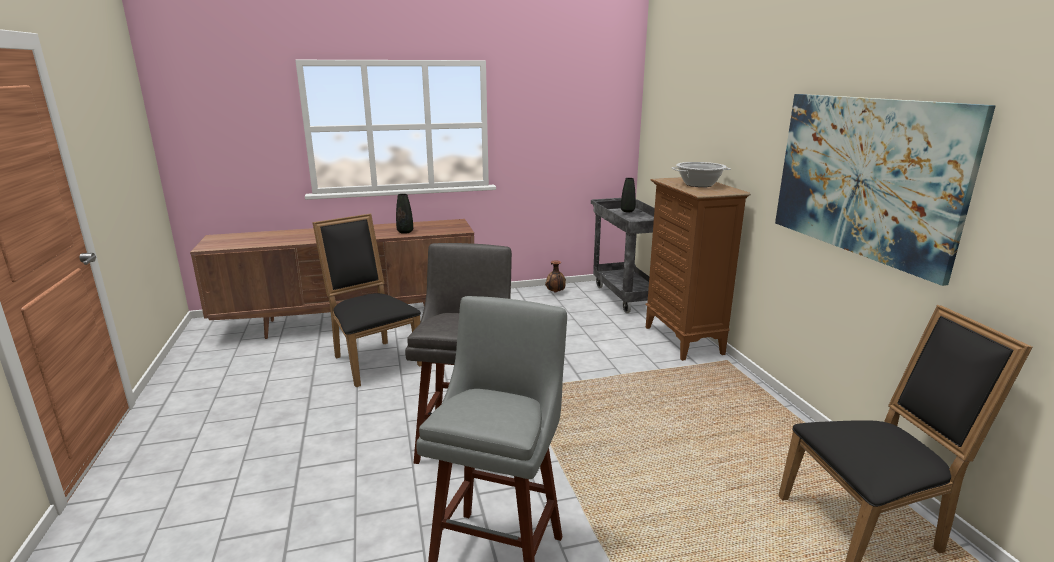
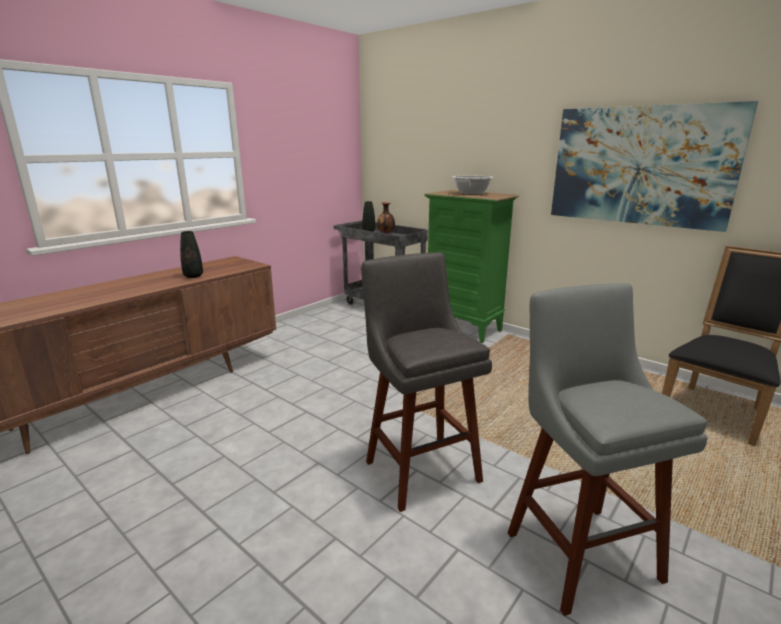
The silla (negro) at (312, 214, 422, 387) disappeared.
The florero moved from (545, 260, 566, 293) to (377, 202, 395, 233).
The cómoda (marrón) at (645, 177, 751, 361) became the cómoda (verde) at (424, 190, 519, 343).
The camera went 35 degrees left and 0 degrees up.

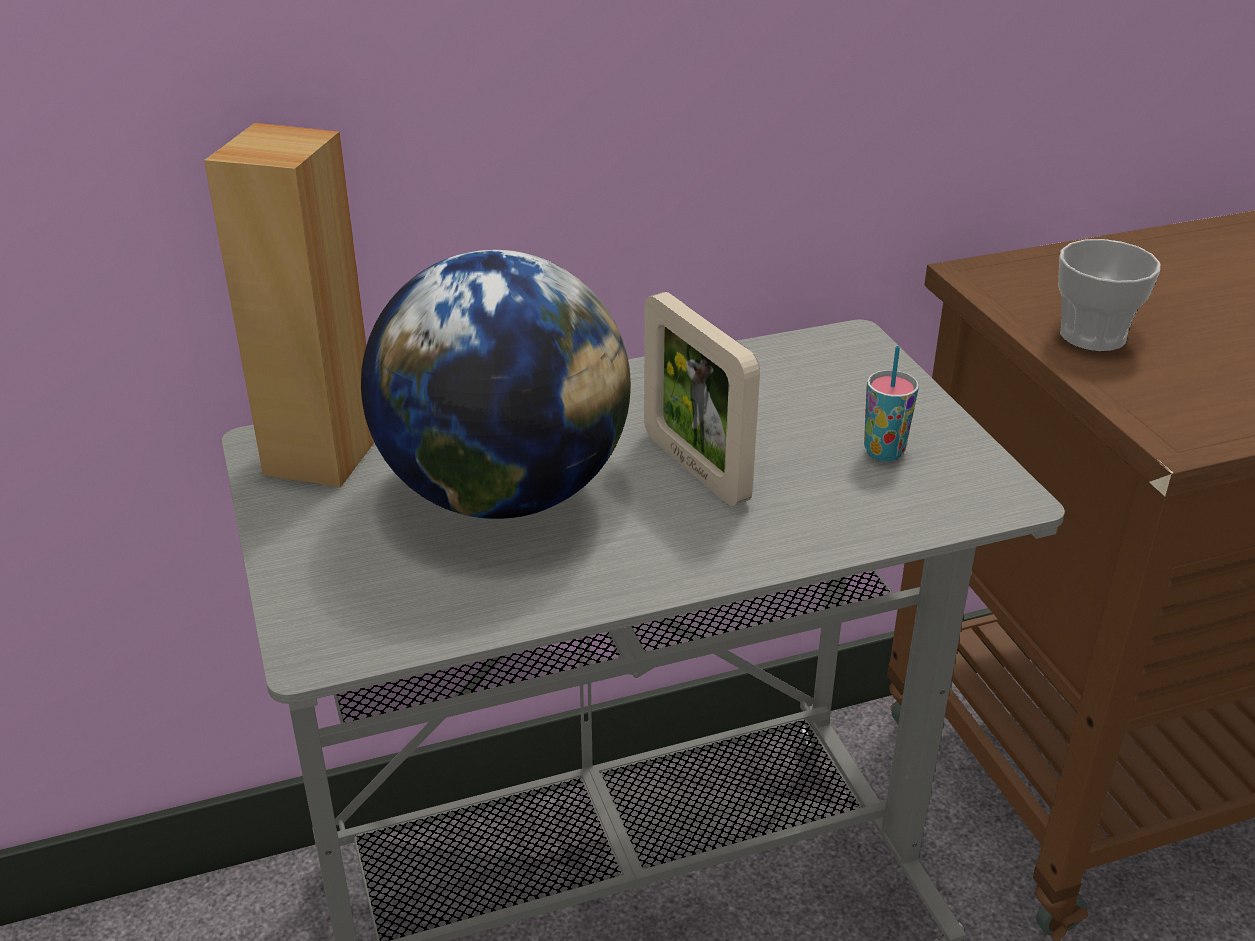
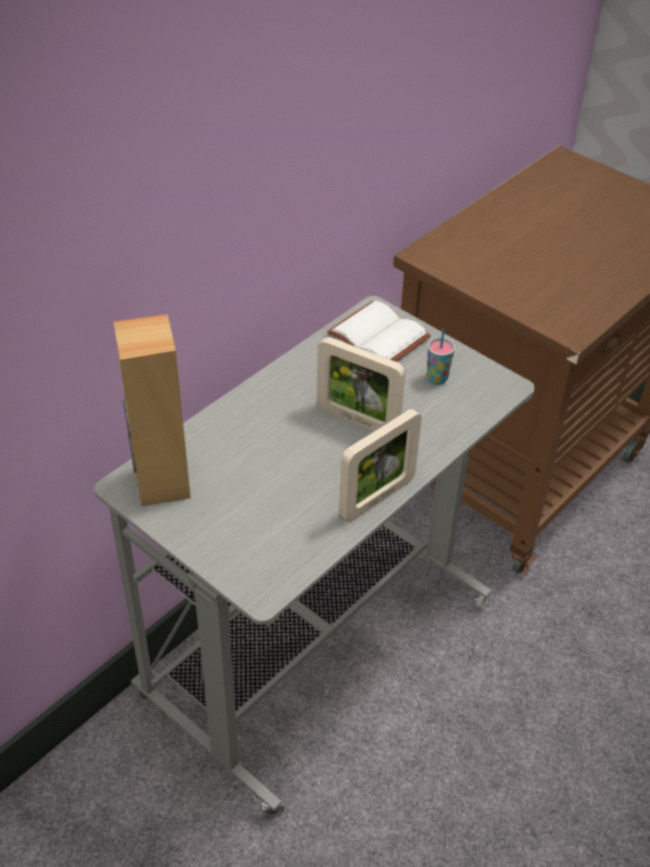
The globo terráqueo at (361, 250, 631, 519) disappeared.
The taza at (1058, 239, 1161, 351) disappeared.
The libro (blanco) at (327, 301, 431, 362) appeared.
The portarretratos at (339, 409, 422, 523) appeared.
The camera went 30 degrees left and 10 degrees up.

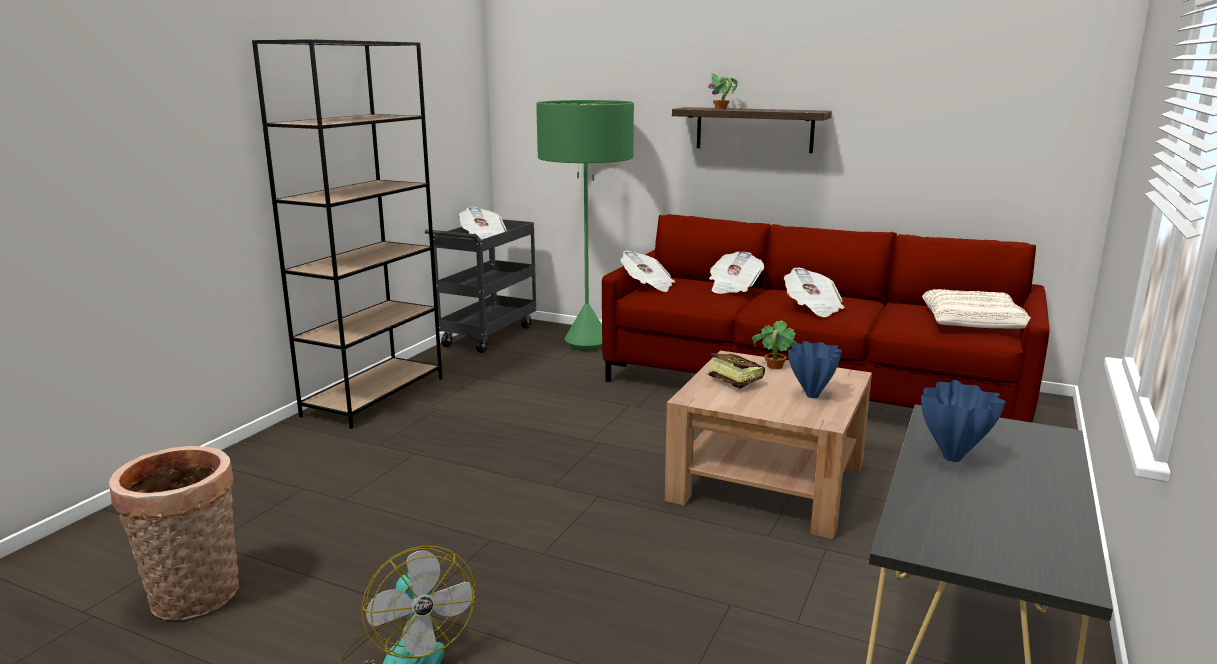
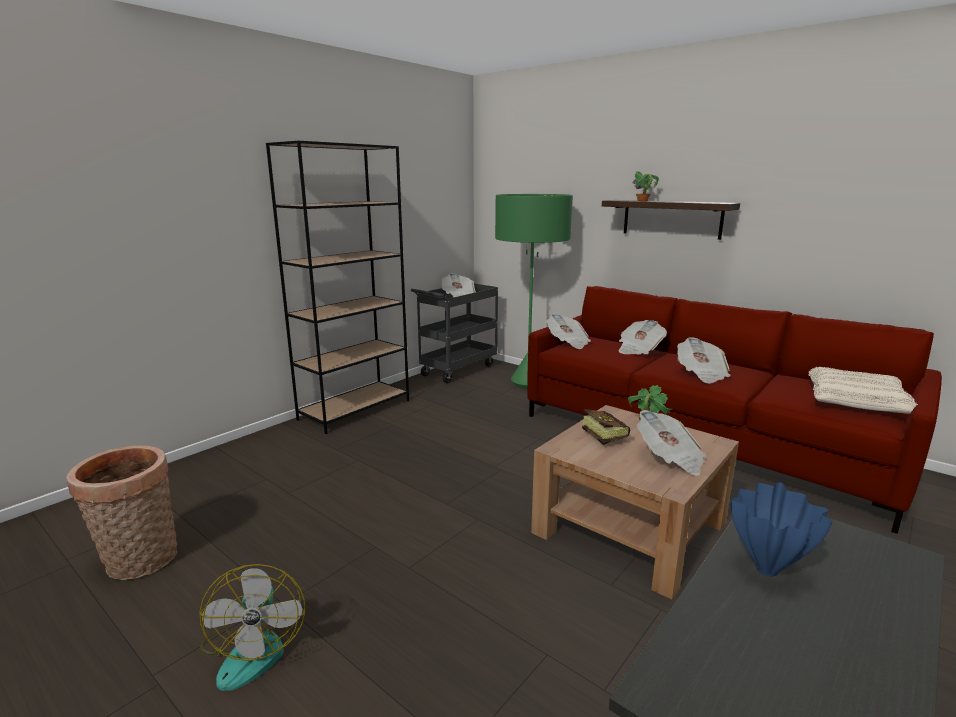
The florero (azul) at (788, 341, 842, 398) was replaced by the periódico at (637, 410, 706, 476).
The camera went 15 degrees right and 0 degrees up.

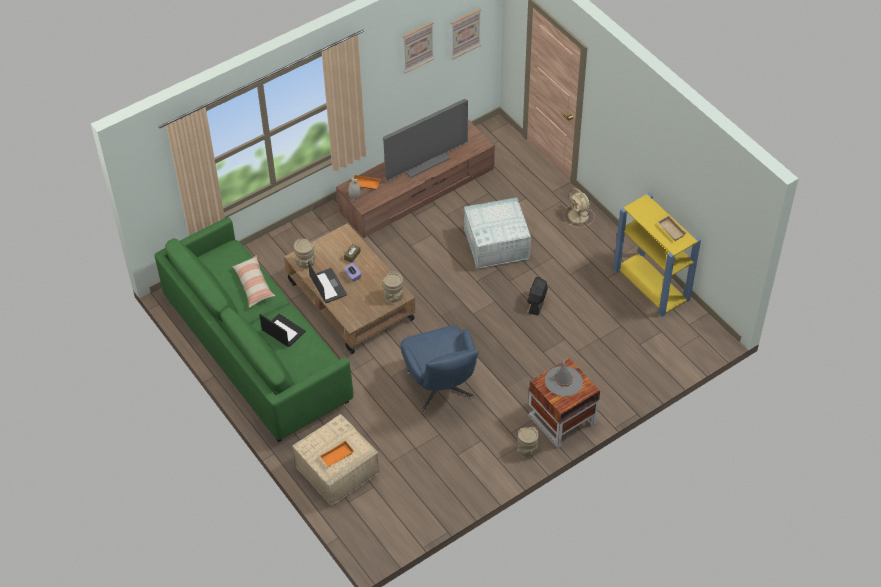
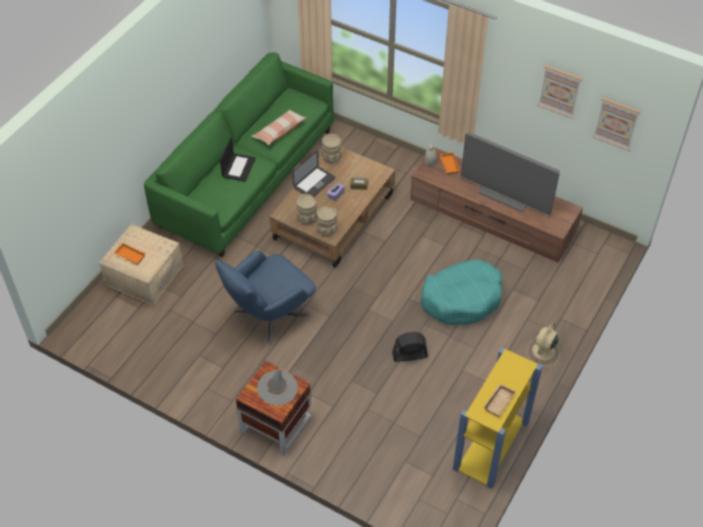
The florero (beis) moved from (517, 427, 539, 458) to (297, 194, 317, 224).
The puf (blanco) at (464, 198, 531, 269) was replaced by the cama para perro (turquesa) at (420, 260, 502, 325).
The camera went 65 degrees right and 0 degrees up.

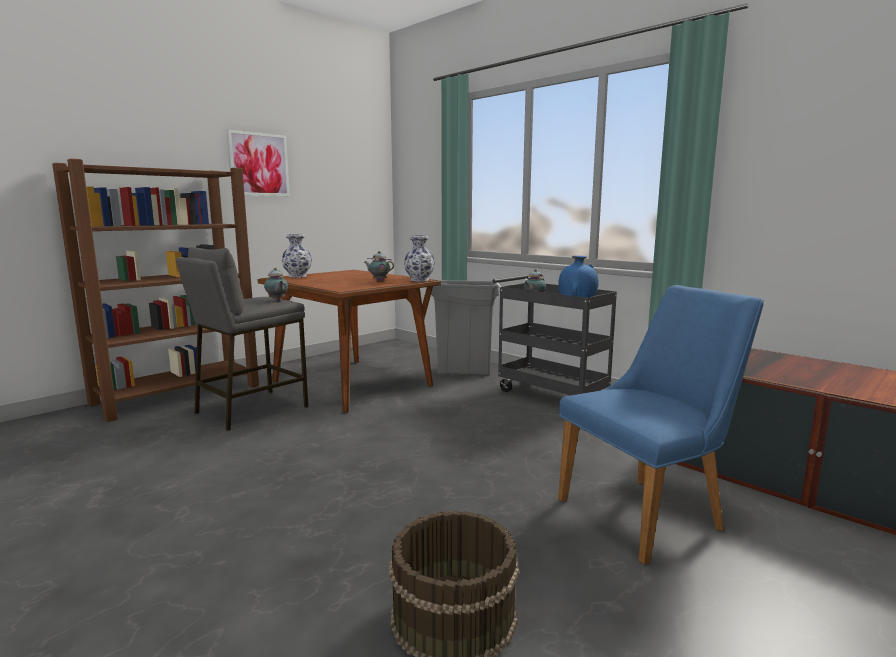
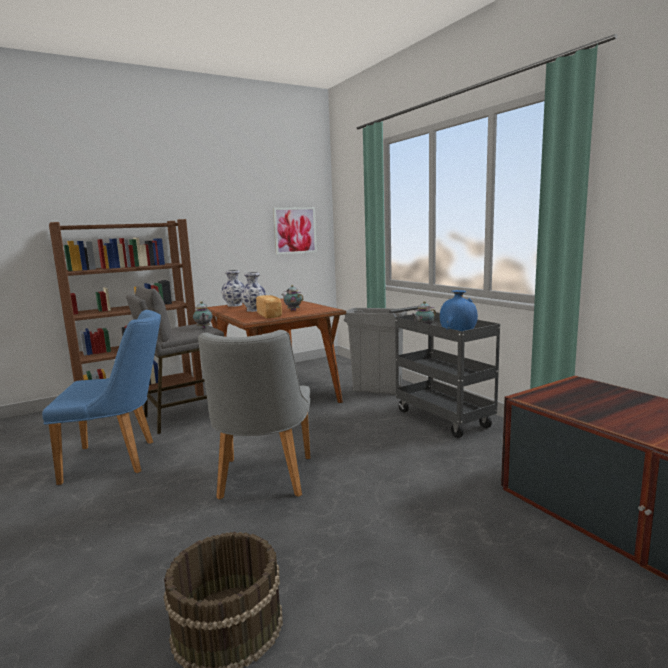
The silla (gris) at (198, 330, 311, 500) appeared.
The pan at (256, 295, 282, 318) appeared.
The cuadro moved from (227, 130, 290, 196) to (273, 207, 317, 255).
The florero moved from (404, 235, 435, 282) to (241, 272, 266, 312).
The silla (azul) moved from (558, 285, 764, 565) to (42, 310, 161, 485).
The camera went 15 degrees right and 0 degrees up.

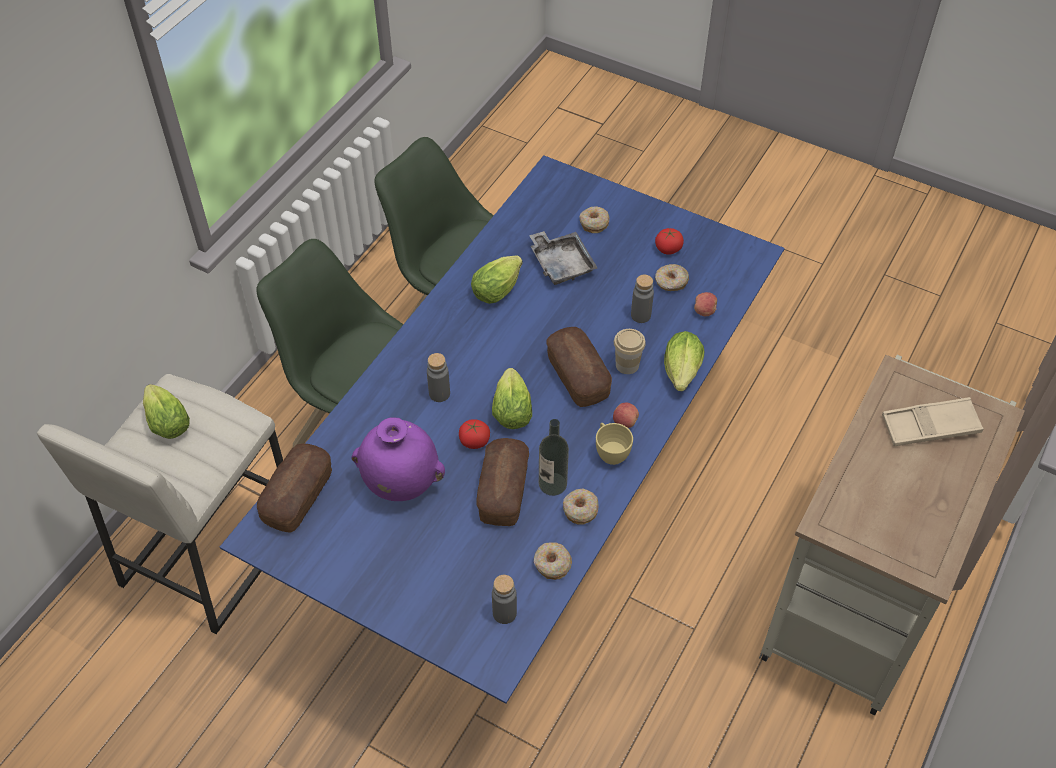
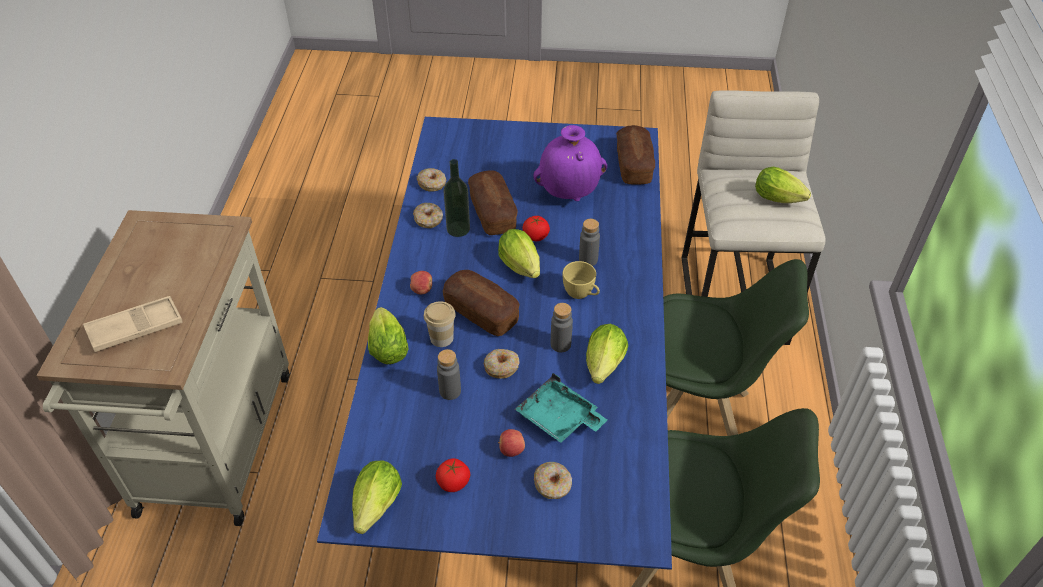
The lechuga at (352, 460, 402, 534) appeared.
The botella (gris) moved from (492, 575, 517, 624) to (551, 303, 573, 352).
The taza (amarillo) moved from (596, 423, 633, 465) to (563, 261, 600, 299).
The rosquilla moved from (655, 264, 689, 291) to (484, 349, 519, 379).
The manzana moved from (694, 292, 717, 316) to (498, 429, 525, 457).
The bandeja (gris) at (529, 231, 597, 285) became the bandeja (turquesa) at (515, 373, 607, 443).
The camera went 155 degrees right and 5 degrees down.

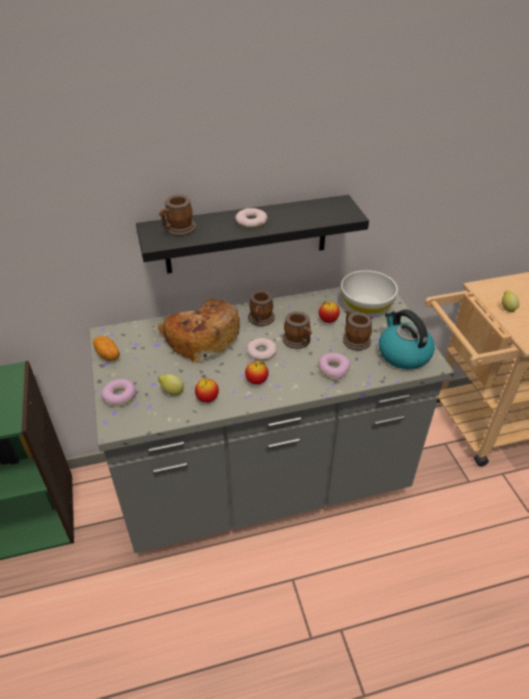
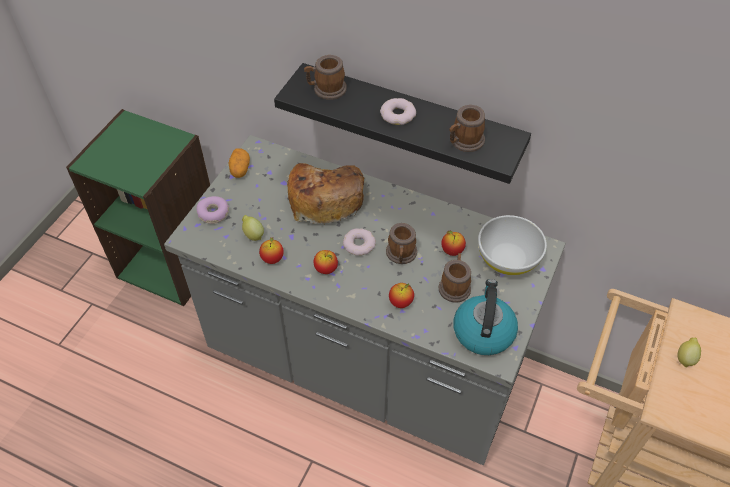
The taza grande moved from (248, 290, 275, 326) to (449, 105, 485, 152).
The rosquilla at (318, 353, 350, 380) was replaced by the manzana at (389, 283, 414, 308).
The camera went 40 degrees right and 10 degrees up.

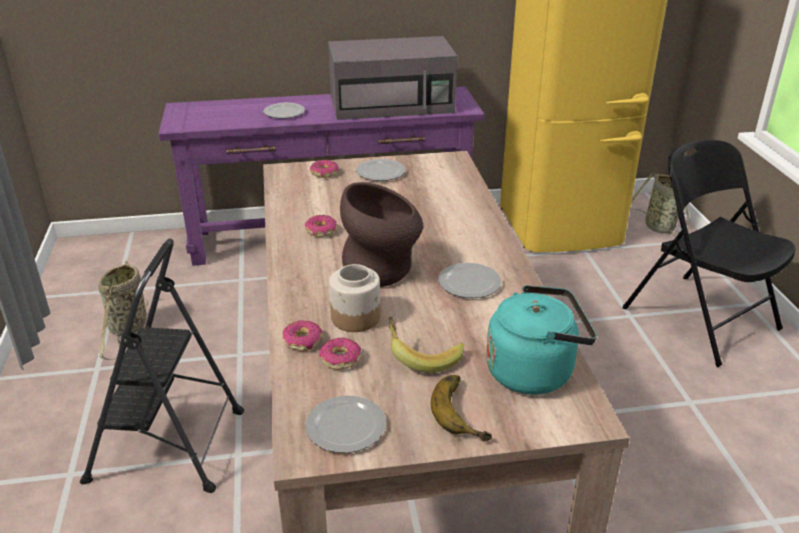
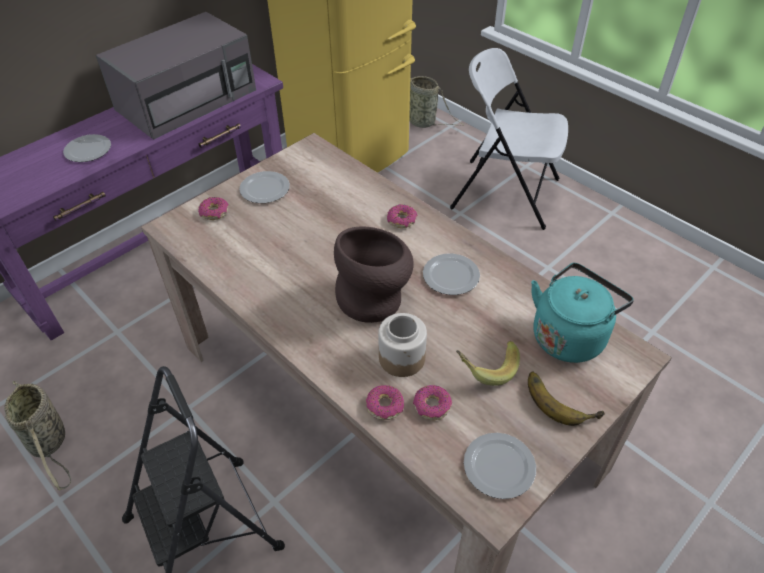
The rosquilla moved from (305, 215, 337, 237) to (387, 204, 417, 228).
The silla (negro) at (623, 140, 796, 367) became the silla (blanco) at (450, 48, 568, 230).
The camera went 35 degrees left and 15 degrees up.

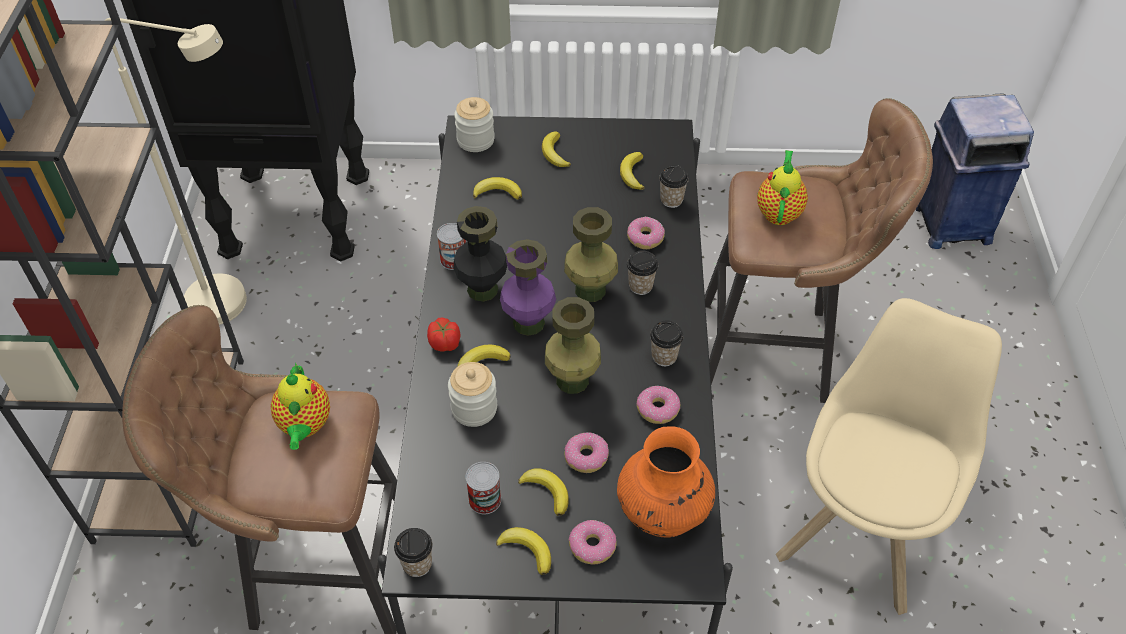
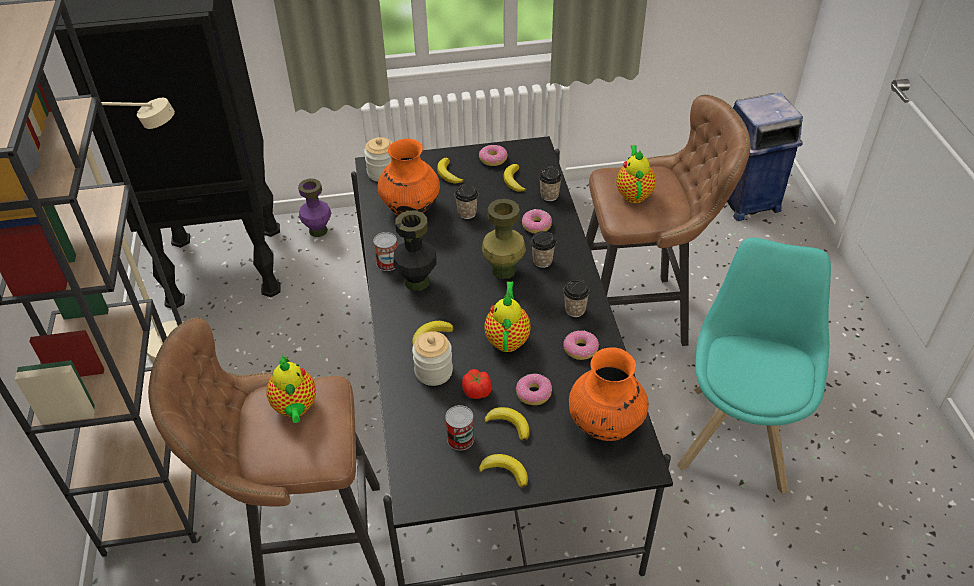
The taza moved from (394, 528, 433, 577) to (455, 184, 478, 219).
The tomate moved from (427, 317, 460, 351) to (462, 369, 491, 399).
The florero (morado) moved from (500, 239, 556, 336) to (298, 178, 331, 237).
The rosquilla moved from (568, 520, 617, 564) to (479, 145, 507, 166).
The plátano at (473, 177, 522, 200) was replaced by the florero (naranja) at (377, 139, 440, 215).
The florero (verde) at (545, 297, 601, 394) was replaced by the tetera at (484, 281, 531, 352).
The silla (beis) at (776, 298, 1002, 615) became the silla (turquesa) at (677, 237, 831, 494).
The camera went 10 degrees left and 5 degrees down.

